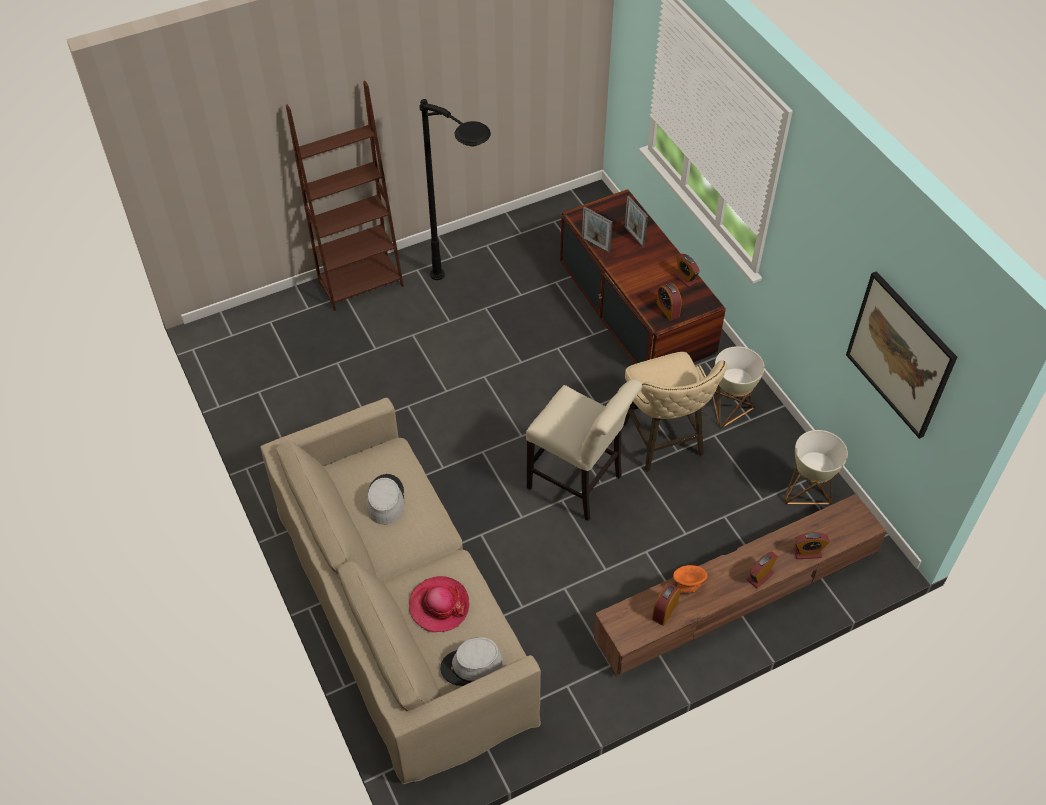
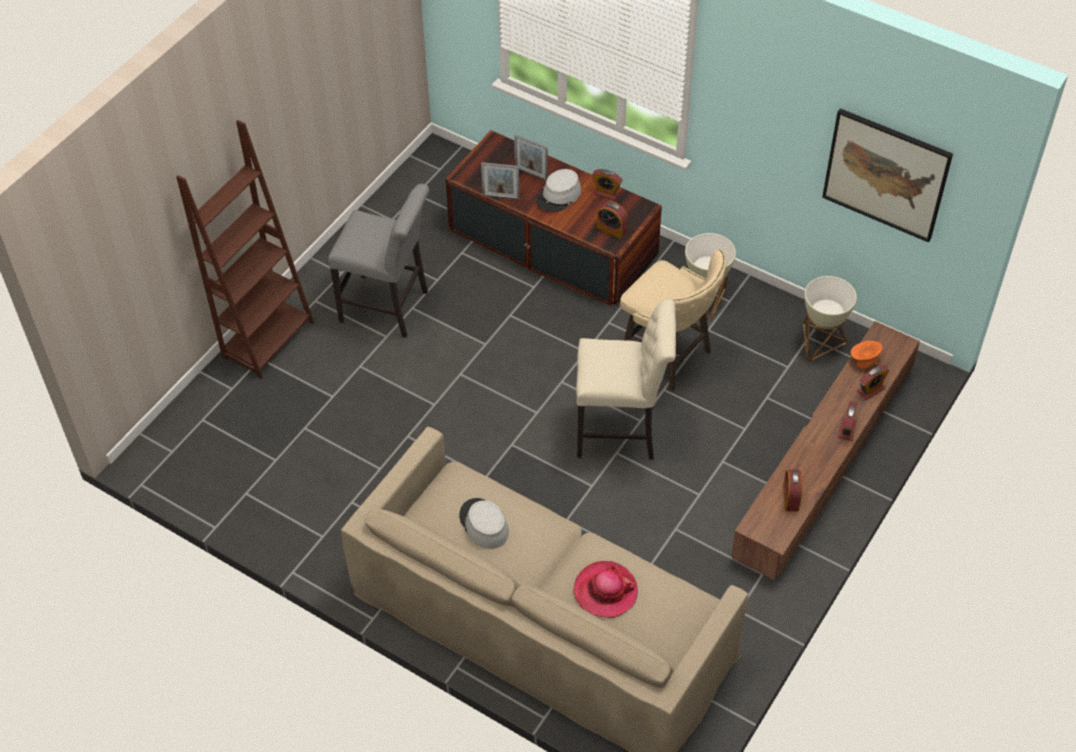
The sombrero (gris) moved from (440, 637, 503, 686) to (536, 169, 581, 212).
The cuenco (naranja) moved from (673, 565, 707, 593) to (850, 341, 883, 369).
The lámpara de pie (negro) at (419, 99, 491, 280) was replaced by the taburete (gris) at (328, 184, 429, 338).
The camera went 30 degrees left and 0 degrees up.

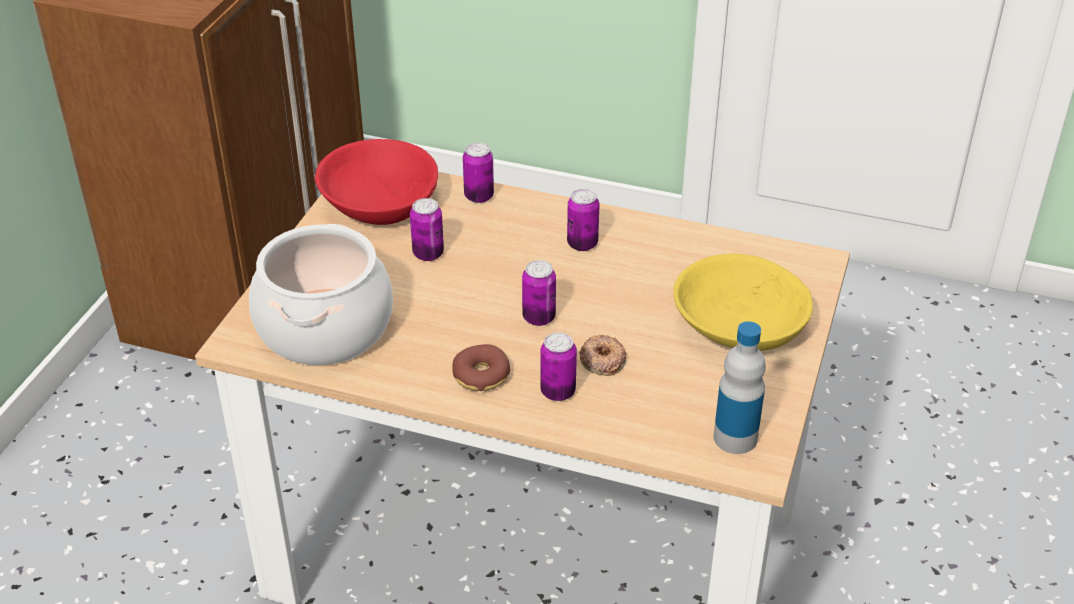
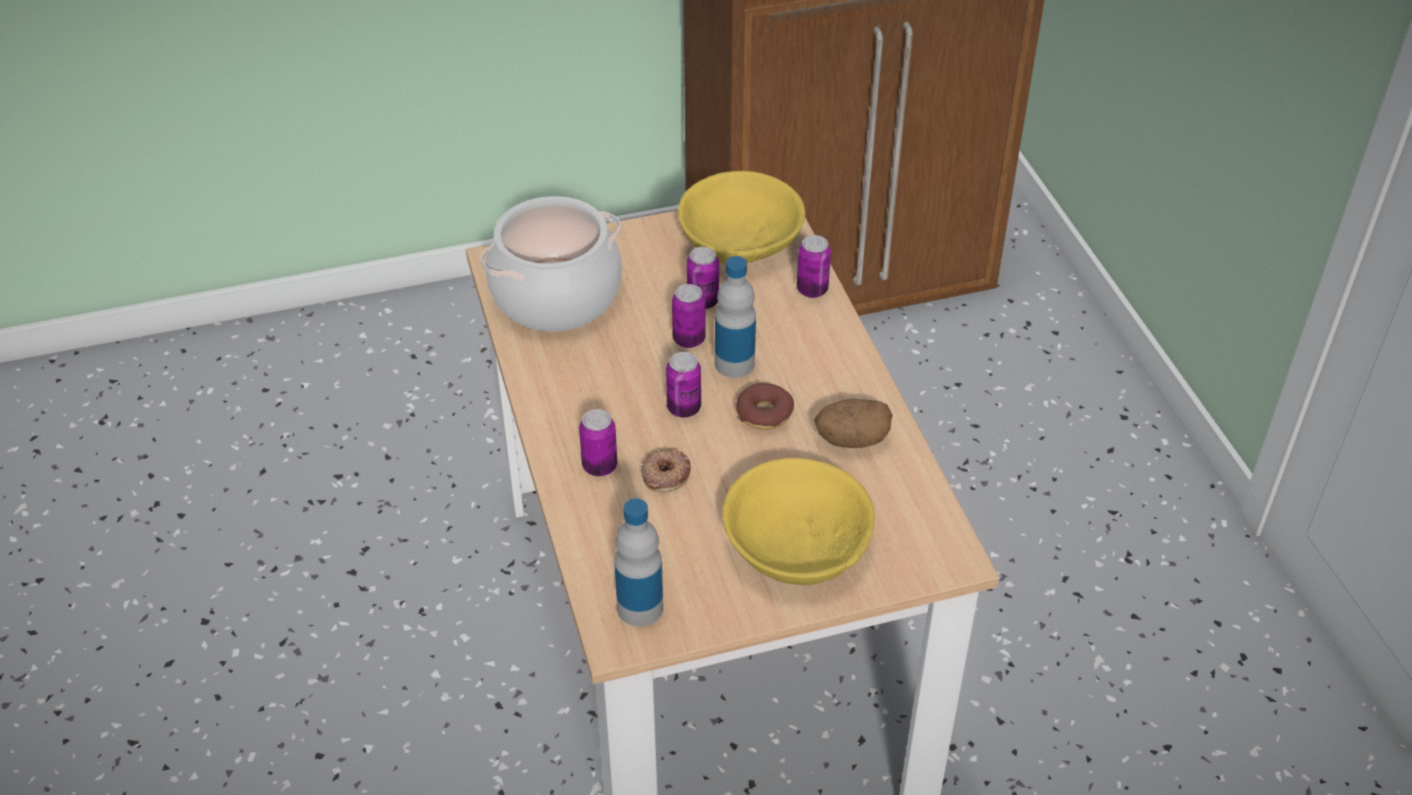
The botella at (715, 256, 756, 378) appeared.
The patata at (814, 399, 892, 448) appeared.
The rosquilla moved from (452, 344, 510, 391) to (736, 383, 794, 430).
The lata moved from (567, 189, 600, 251) to (672, 284, 705, 348).
The cuenco (rojo) at (315, 139, 438, 225) became the cuenco (amarillo) at (678, 171, 805, 263).
The camera went 55 degrees right and 5 degrees up.

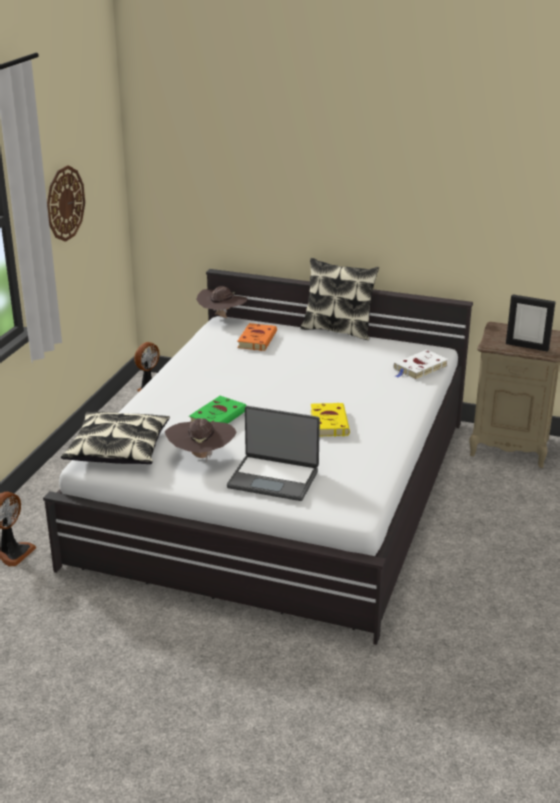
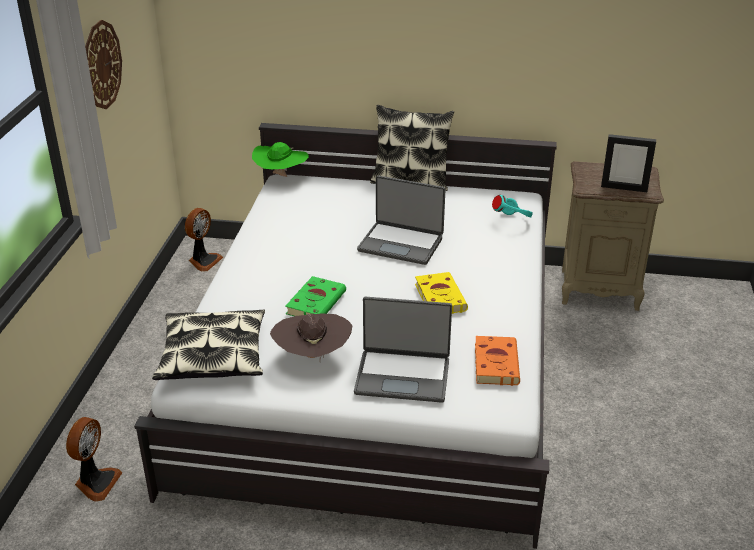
The portátil at (357, 175, 446, 265) appeared.
The libro (naranja) moved from (237, 323, 277, 351) to (475, 336, 520, 386).
The libro (blanco) at (393, 350, 449, 380) was replaced by the auriculares (turquesa) at (492, 195, 533, 217).
The sombrero (marrón) at (196, 286, 247, 318) became the sombrero (verde) at (252, 142, 309, 177).
The camera went 10 degrees left and 5 degrees up.

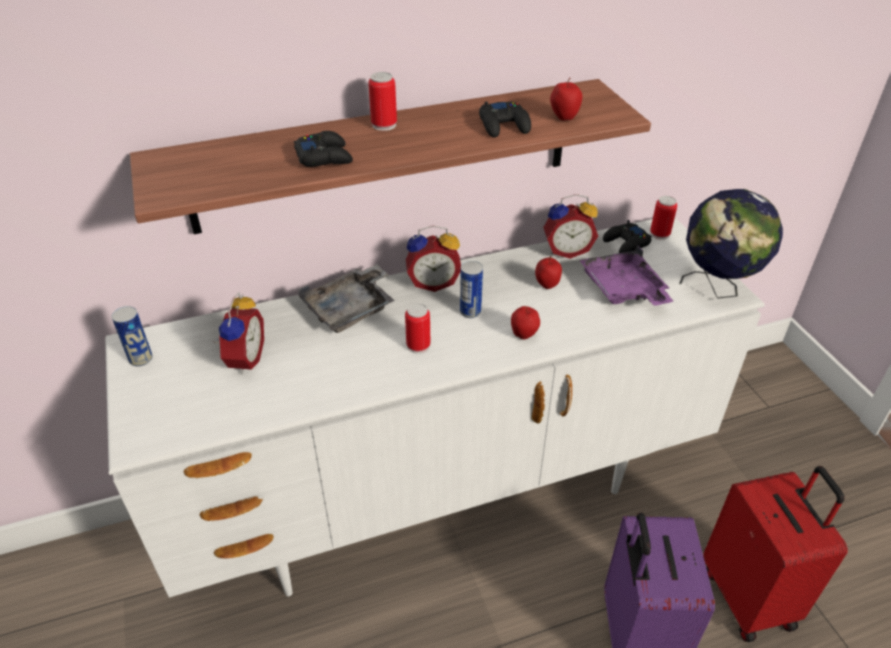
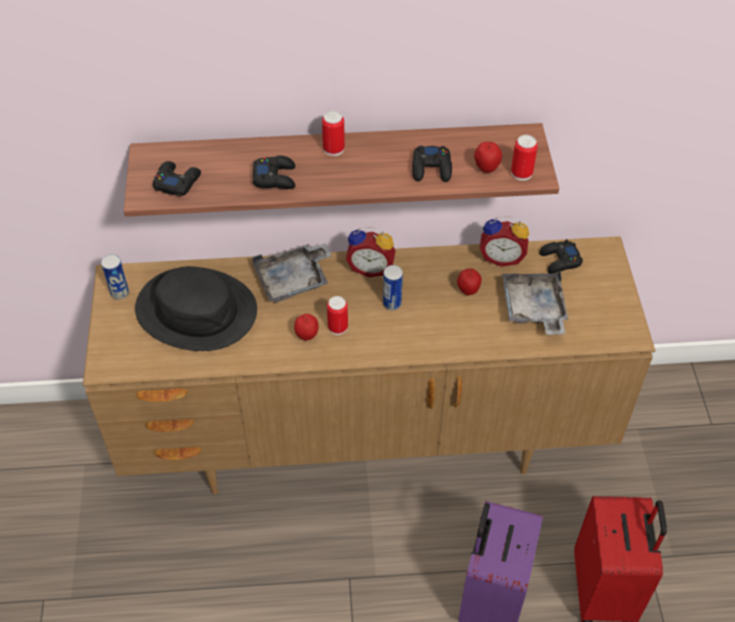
The globo terráqueo at (679, 189, 783, 299) disappeared.
The mando de consola (negro) at (153, 161, 201, 196) appeared.
The manzana moved from (511, 306, 540, 340) to (294, 314, 318, 341).
The lata moved from (650, 196, 677, 240) to (511, 135, 538, 181).
The despertador at (213, 292, 264, 374) was replaced by the sombrero (negro) at (135, 266, 257, 351).
The cómoda (blanco) at (105, 218, 765, 598) became the cómoda (marrón) at (83, 236, 655, 494).
The bandeja (morado) at (579, 246, 673, 306) became the bandeja (gris) at (502, 271, 568, 335).
The camera went 15 degrees right and 10 degrees up.

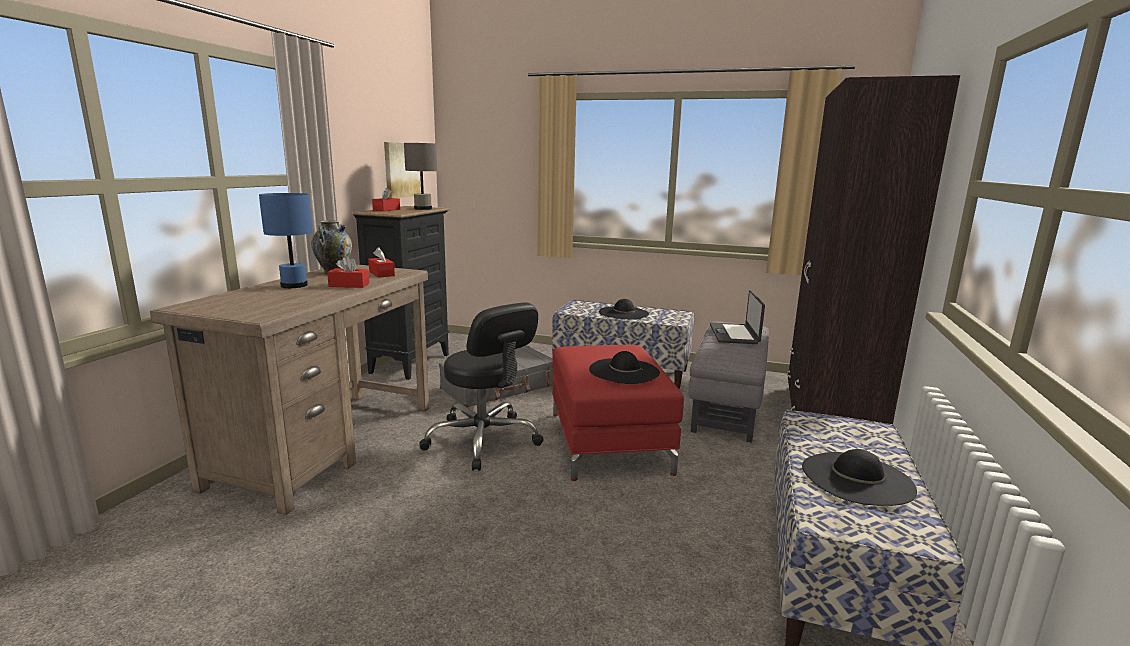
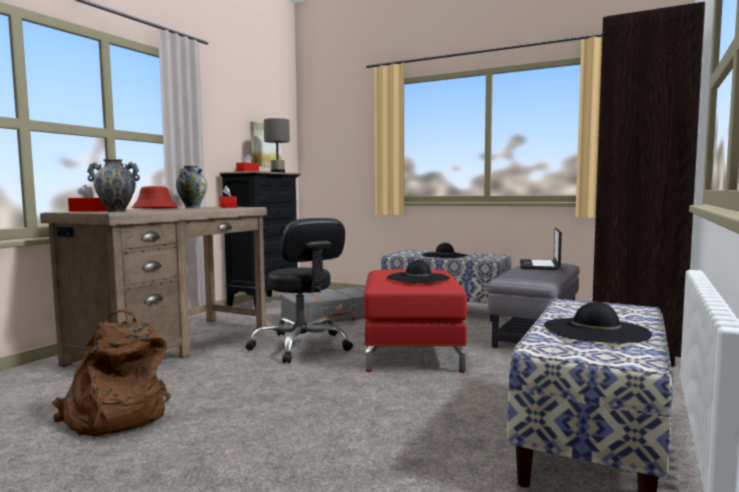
The mochila (marrón) at (52, 308, 171, 436) appeared.
The florero at (87, 159, 140, 212) appeared.
The caja de pañuelos (rojo) moved from (327, 256, 369, 288) to (68, 185, 107, 212).
The lámpara de mesa (azul) at (259, 193, 313, 288) was replaced by the sombrero (rojo) at (132, 186, 178, 209).
The camera went 10 degrees right and 10 degrees down.

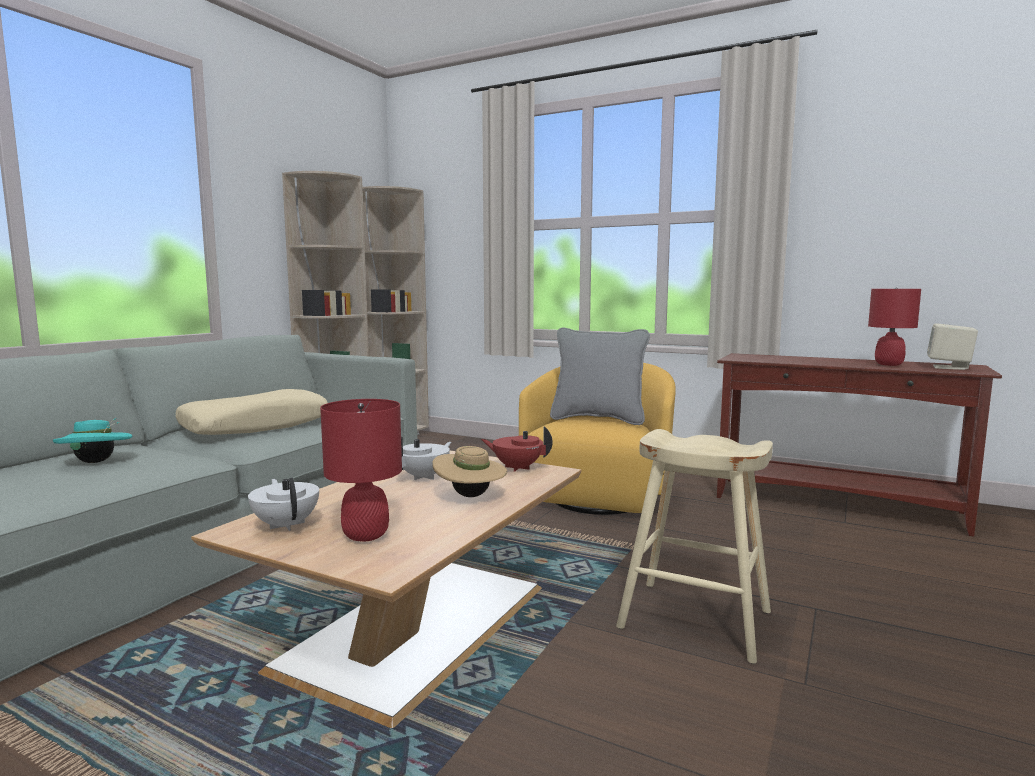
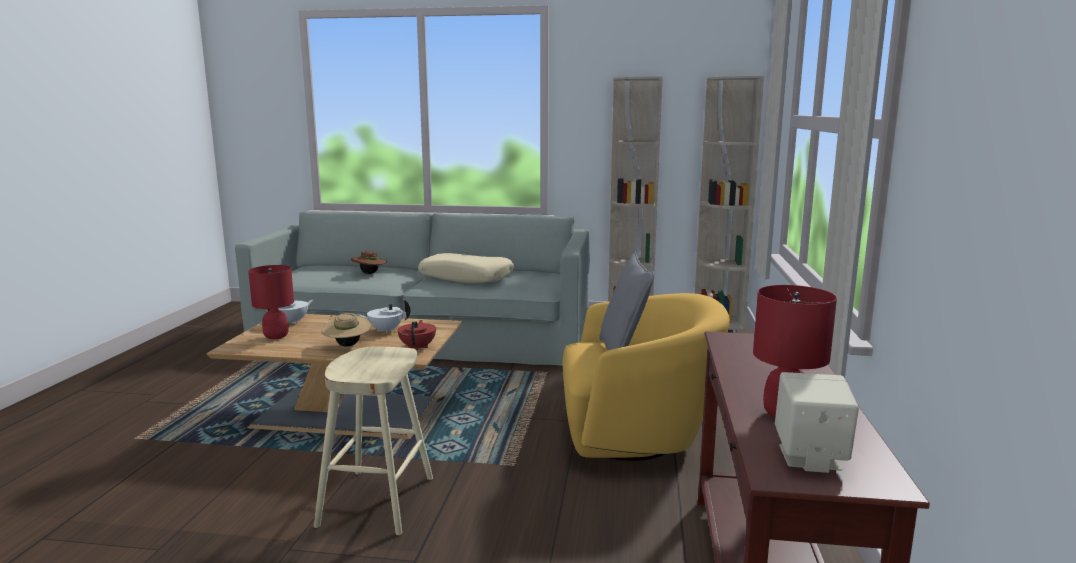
The sombrero (turquesa) at (53, 418, 133, 463) became the sombrero (marrón) at (351, 251, 387, 274).
The tetera (blanco) at (401, 437, 451, 480) turned 150 degrees clockwise.
The camera went 70 degrees right and 5 degrees up.

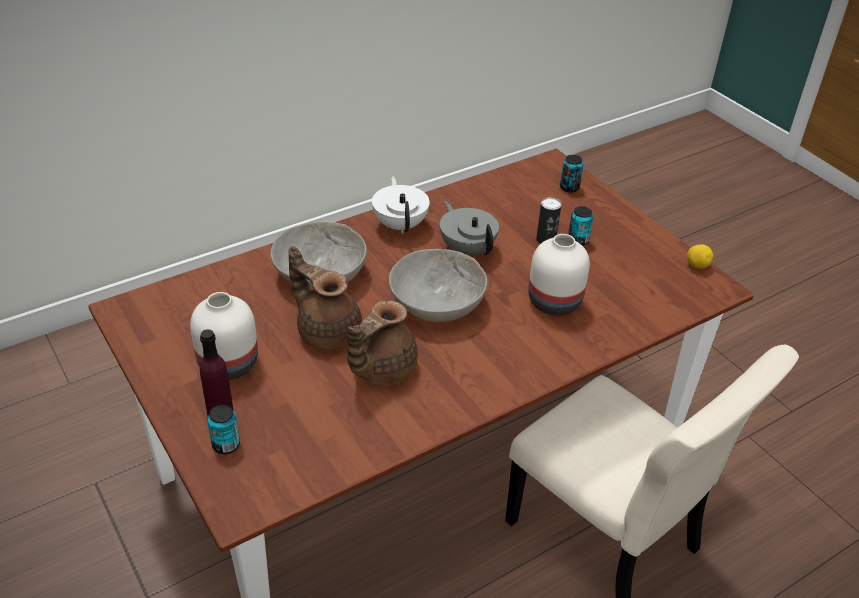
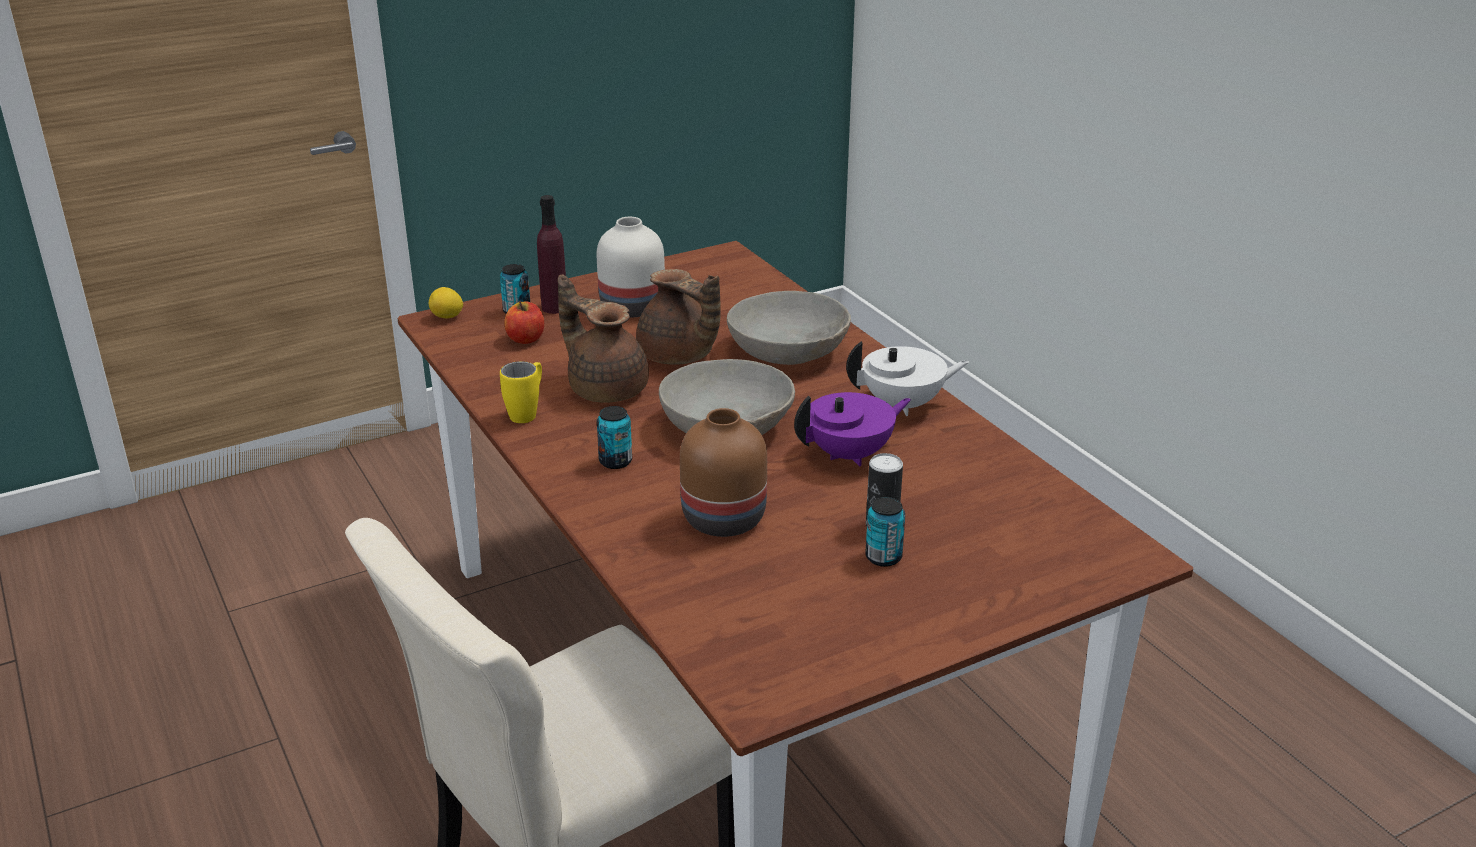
The taza grande (amarillo) at (500, 361, 542, 423) appeared.
The manzana at (504, 301, 544, 344) appeared.
The lata moved from (560, 155, 583, 192) to (597, 406, 632, 469).
The limón moved from (687, 244, 713, 269) to (429, 287, 463, 318).
The tetera (gris) at (440, 201, 499, 258) became the tetera (morado) at (794, 392, 911, 467).
The florero (blanco) at (528, 234, 590, 316) became the florero (marrón) at (680, 408, 767, 537).
The tetera (marrón) at (288, 246, 362, 351) turned 90 degrees clockwise.
The camera went 95 degrees right and 10 degrees down.

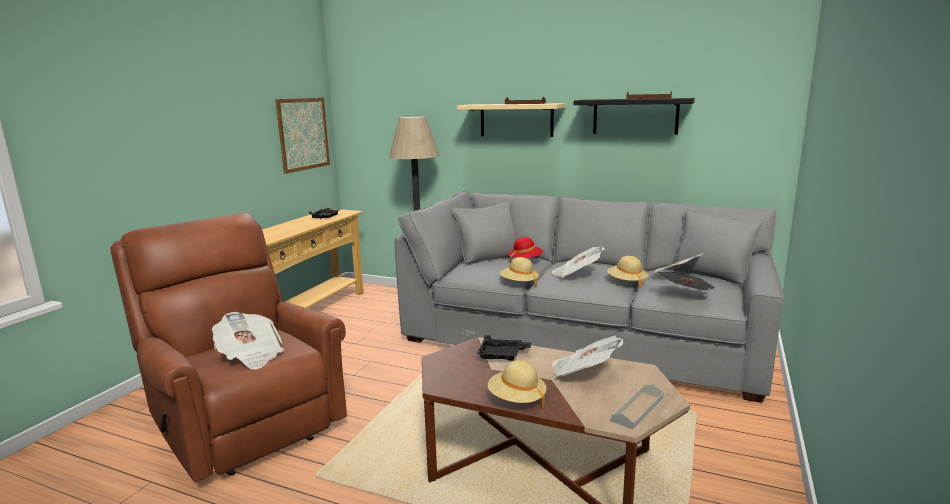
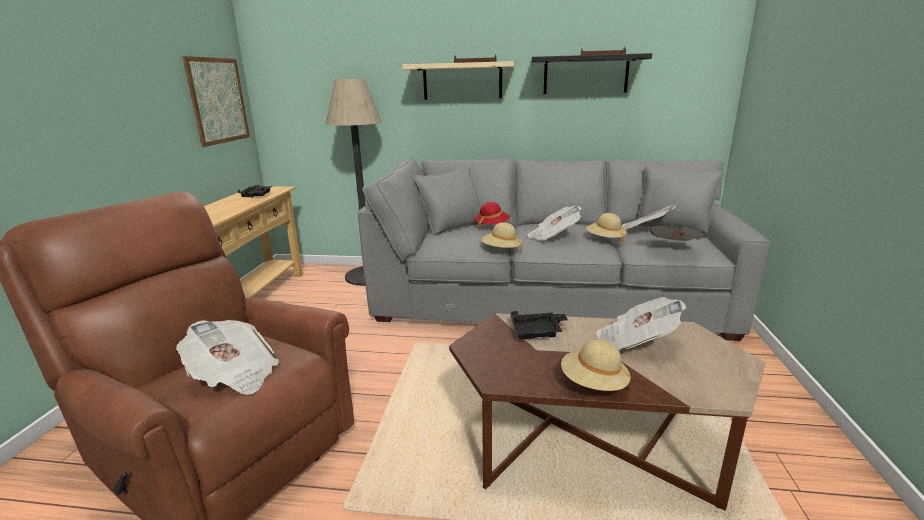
The bandeja (gris) at (611, 384, 663, 429) disappeared.
The camera went 15 degrees left and 5 degrees up.

